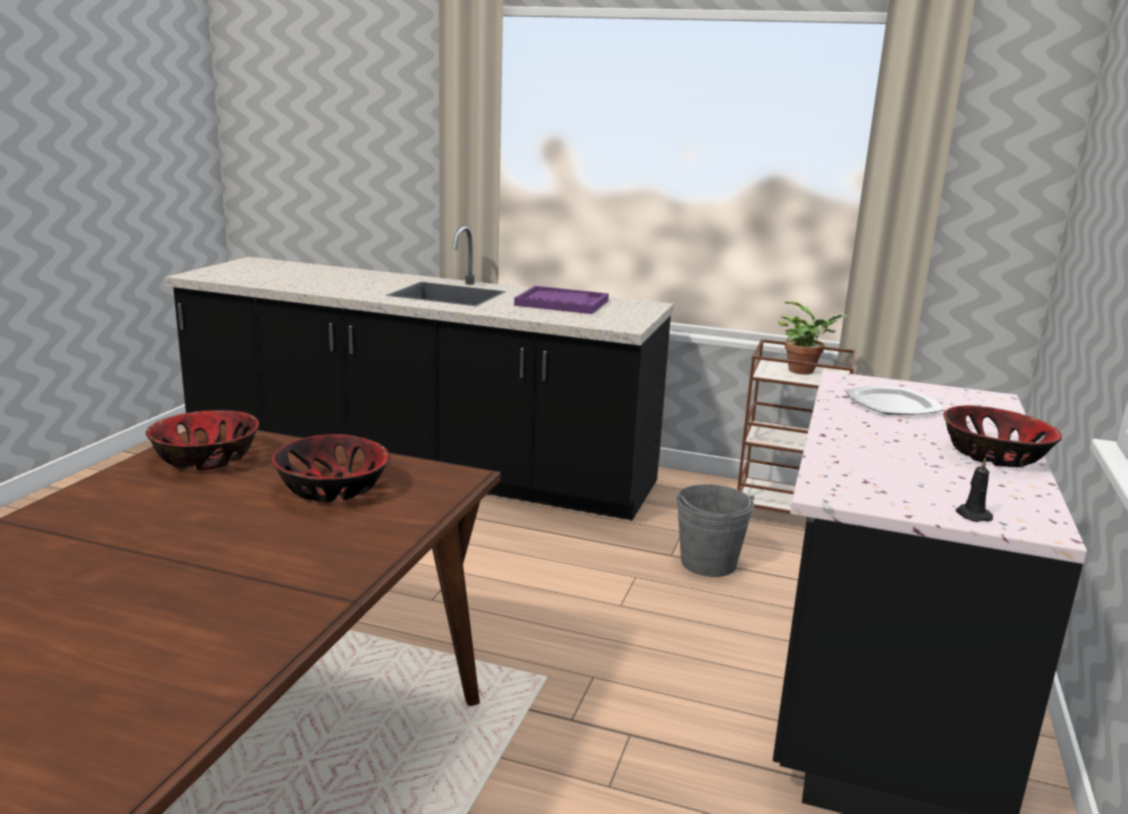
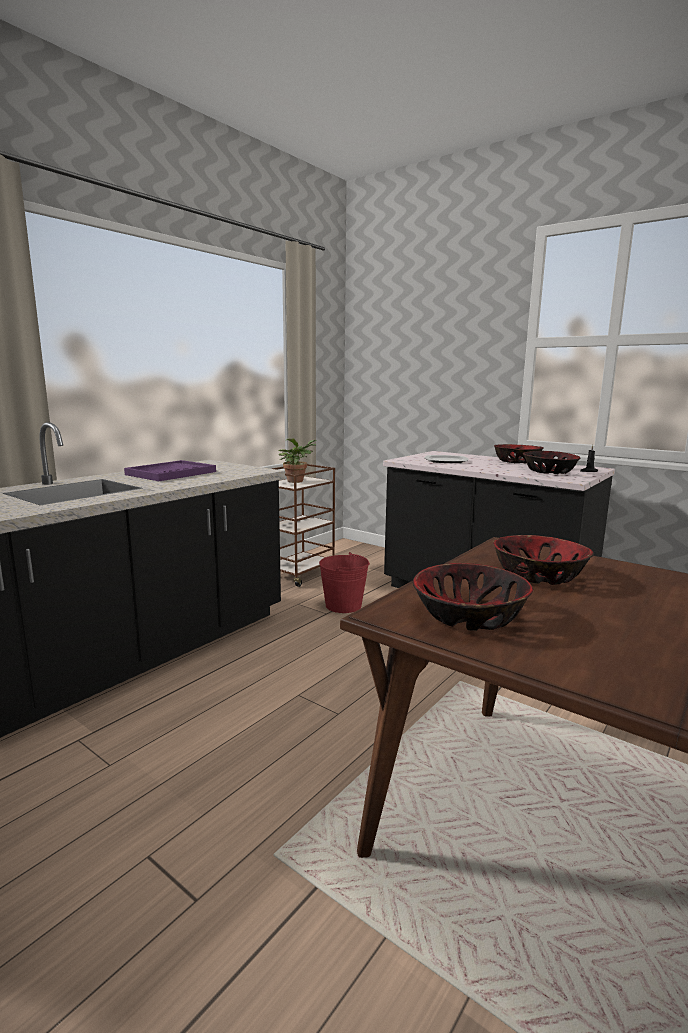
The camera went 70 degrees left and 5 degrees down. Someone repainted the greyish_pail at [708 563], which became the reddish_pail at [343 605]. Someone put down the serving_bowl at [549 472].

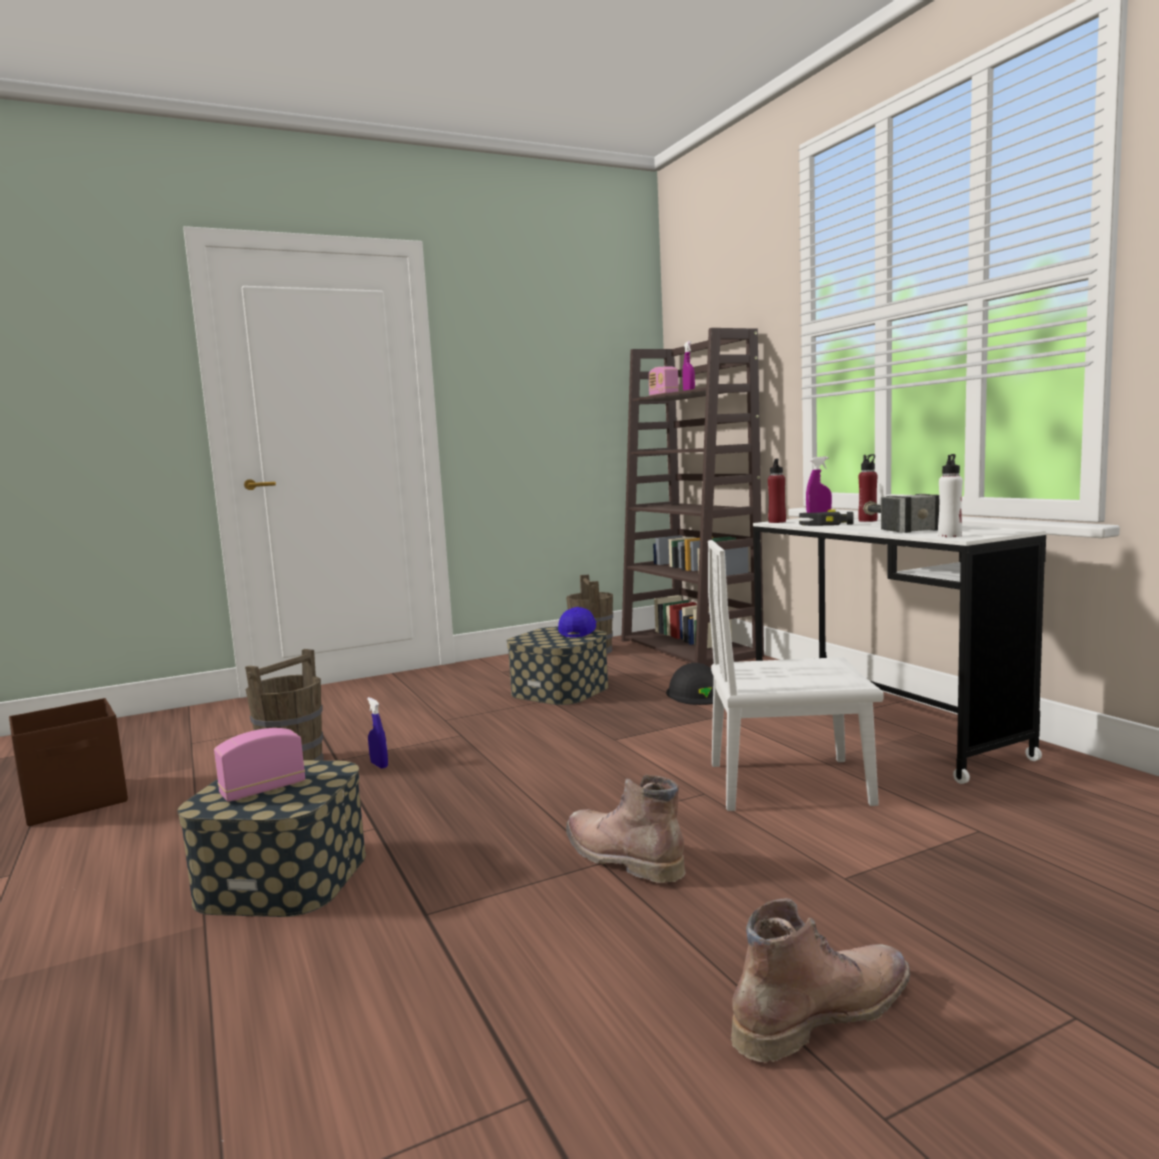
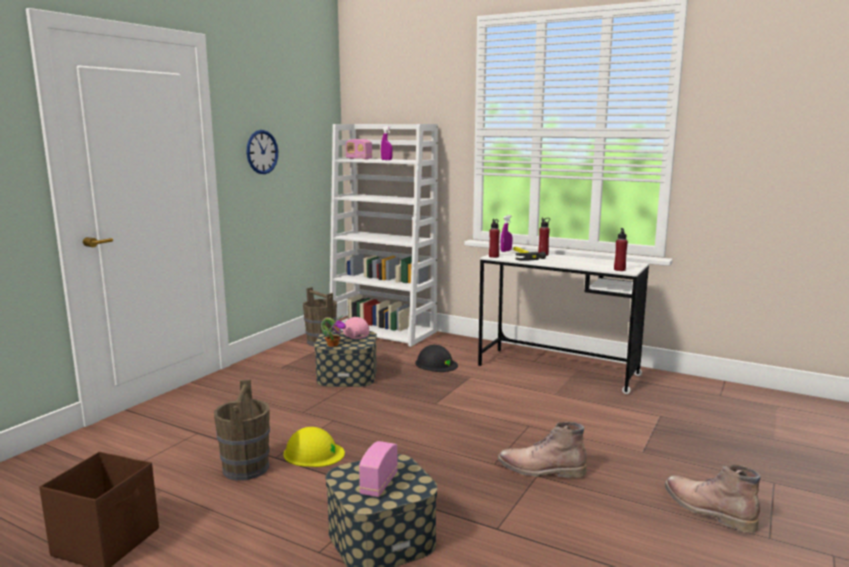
The camera went 35 degrees left and 5 degrees up. Someone put up the wall_clock at [262 152]. Someone swapped the blue-coloured_sprayer at [379 765] for the yellow-coloured_safety_helmet at [313 453]. Someone put down the houseplant at [332 344]. Someone repainted the brown_shelving_unit at [690 648], which became the whitish_shelving_unit at [384 331]. Someone repainted the blue-coloured_peaked_cap at [578 632], which became the pink-coloured_peaked_cap at [354 333]. Someone repainted the whitish_beverage_bottle at [950 536], which became the reddish_beverage_bottle at [619 269]. Someone rotated the brown_tall_boot at [822 1011] by 60 degrees counterclockwise. Someone took away the whitish_chair at [789 783]. Someone took away the tool_hammer at [895 527].

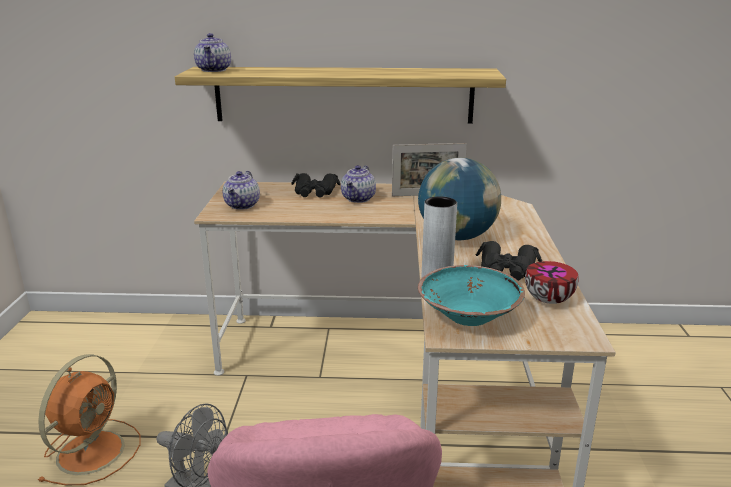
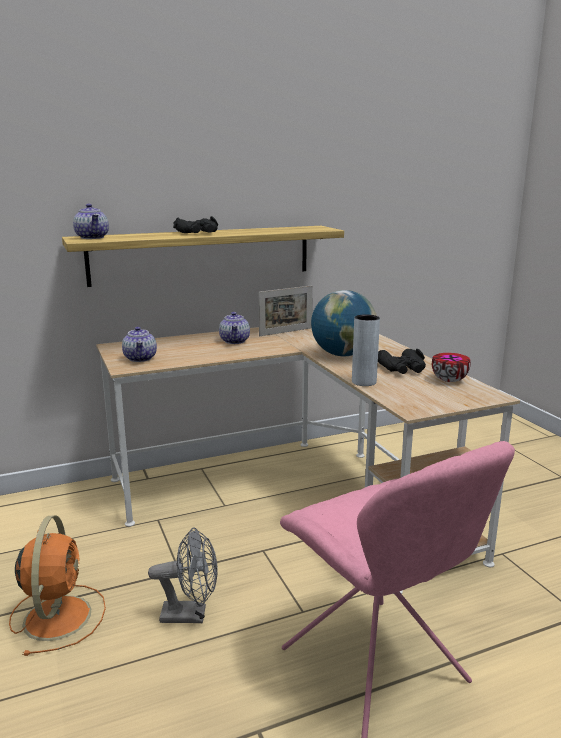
The camera went 25 degrees left and 5 degrees down. Someone carried the black_binoculars from [315 192] to [198 233]. Someone took away the blue-green_serving_bowl at [469 316].

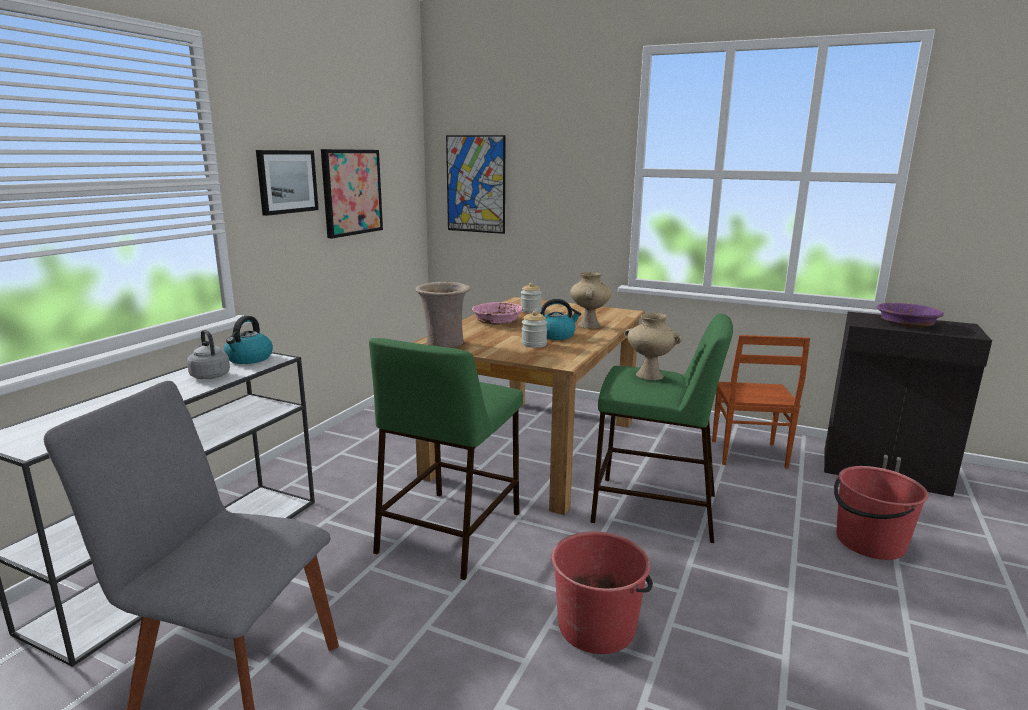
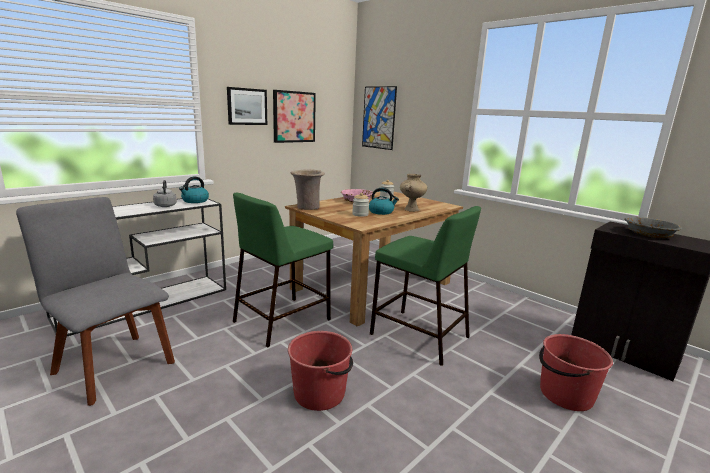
The camera went 20 degrees right and 0 degrees up. Someone repainted the purplish_serving_bowl at [907 324], which became the greyish_serving_bowl at [649 234]. Someone took away the beige_vase at [648 376]. Someone took away the brown_chair at [747 454].

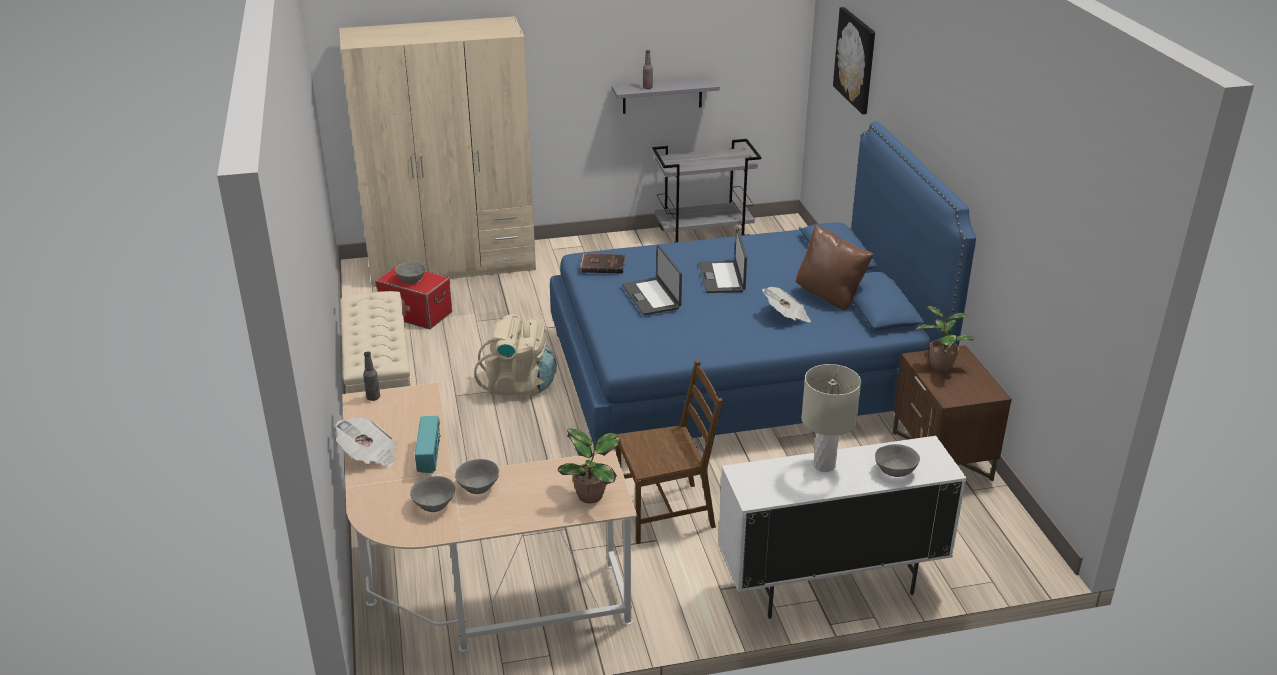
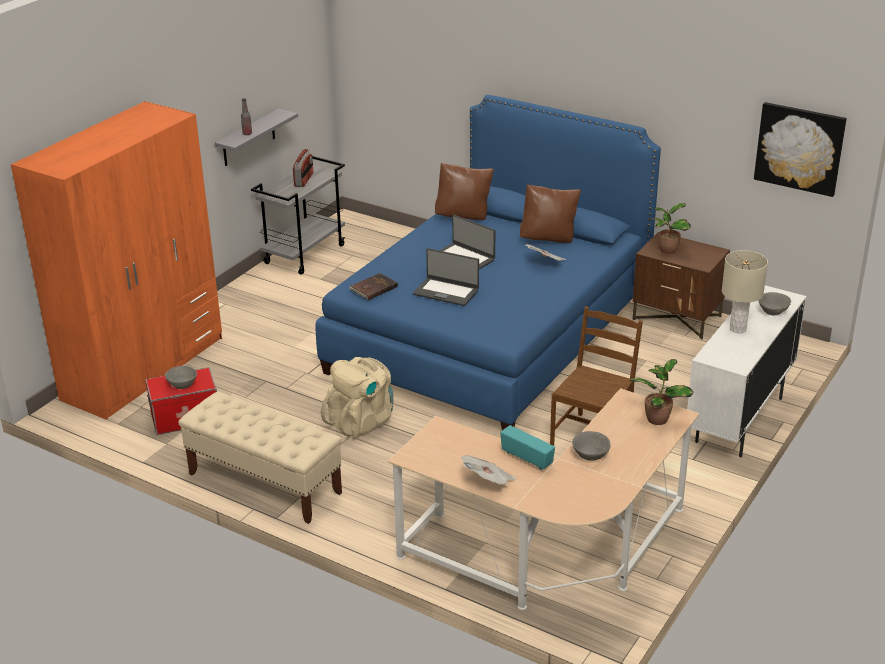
The camera went 45 degrees left and 0 degrees up. Someone repainted the beige_armoire at [452 265], which became the orange_armoire at [144 368]. Someone put down the radio_receiver at [304 180]. Someone put down the brown_cushion at [463 216]. Someone carried the wall_picture from [855 59] to [799 148]. Someone took away the beverage_bottle at [373 397]. Someone took away the greyish_serving_bowl at [433 505].

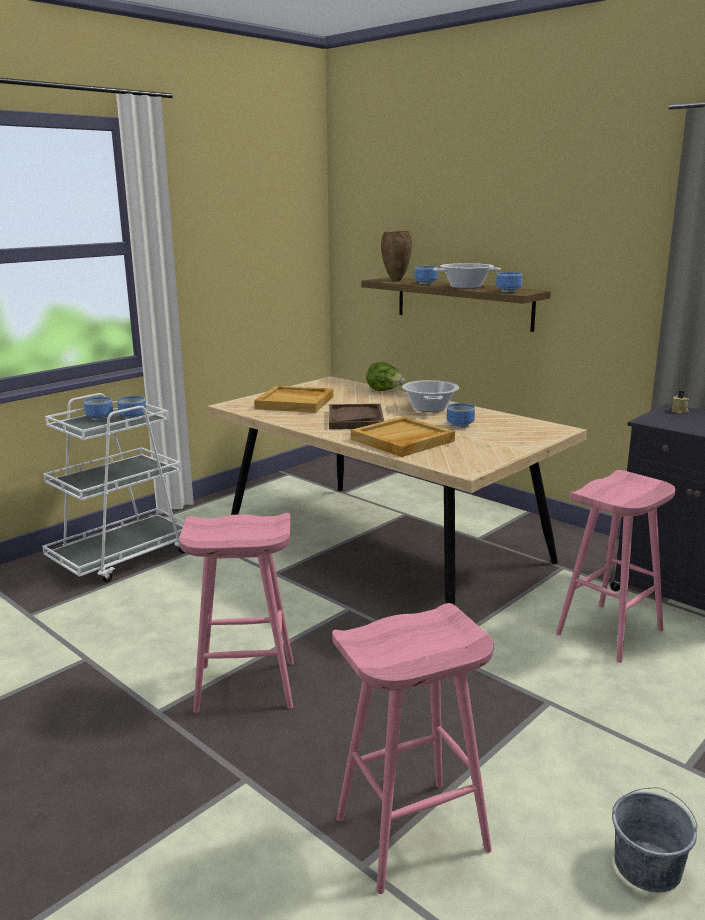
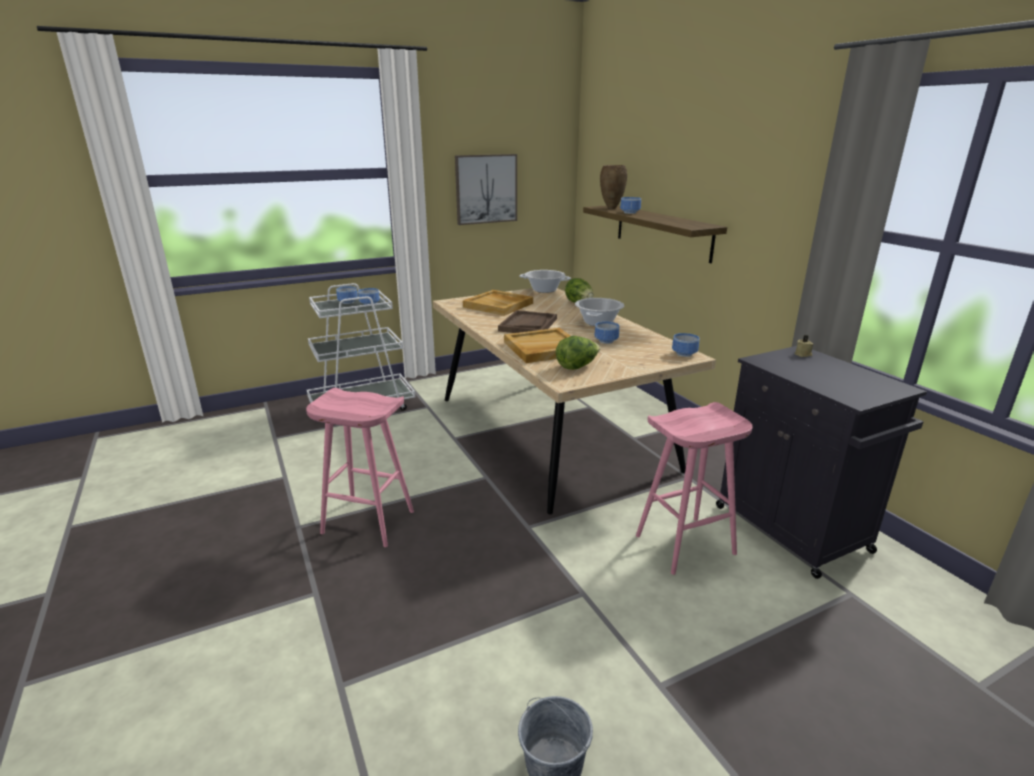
The camera went 20 degrees right and 5 degrees up. Someone put up the wall_picture at [486 189]. Someone carried the cooking_pot from [466 287] to [544 290]. Someone put down the lettuce_head at [577 366]. Someone carried the serving_bowl from [509 291] to [685 354]. Someone took away the pink-coloured_sitting_stool at [411 835].

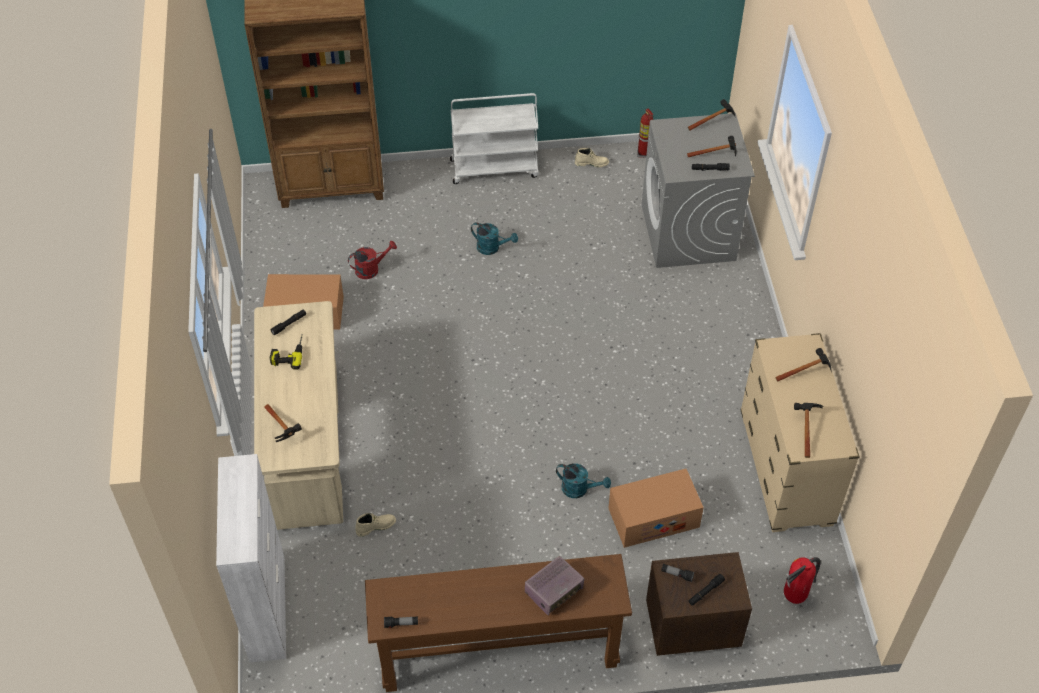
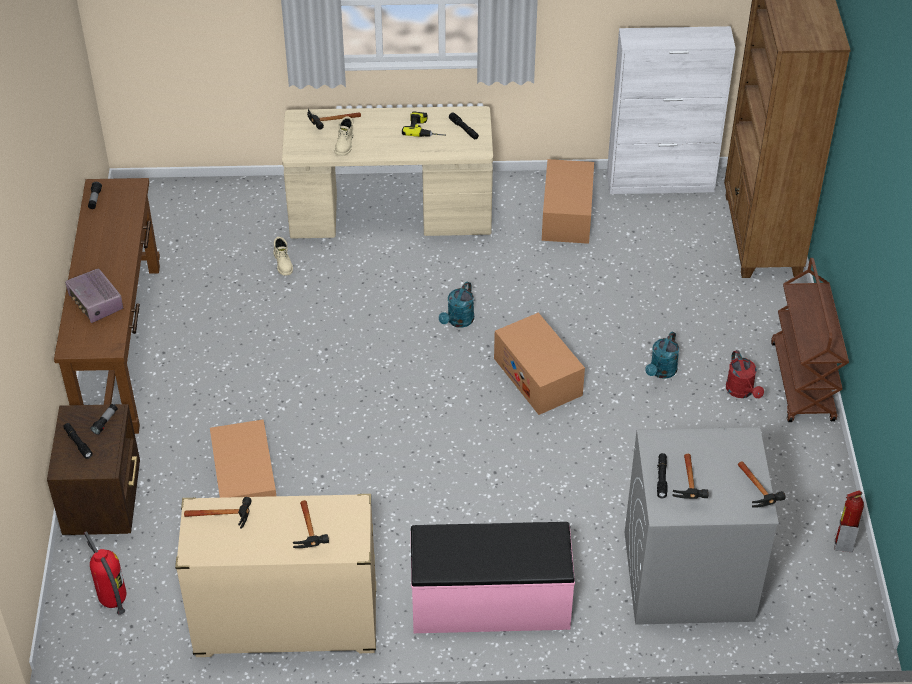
The camera went 95 degrees right and 5 degrees down. Someone carried the beige_tall_boot from [591 163] to [345 144]. Someone put down the pink-coloured_indoor_bench at [490 603]. Someone carried the blue-green_sprinkling_can from [579 489] to [458 321]. Someone put down the carton at [538 376]. Someone carried the whitish_cupboard from [267 608] to [661 182]. Someone carried the reddish_sprinkling_can from [371 269] to [742 392]. Someone repainted the whitish_cart at [495 168], which became the brown_cart at [803 382].

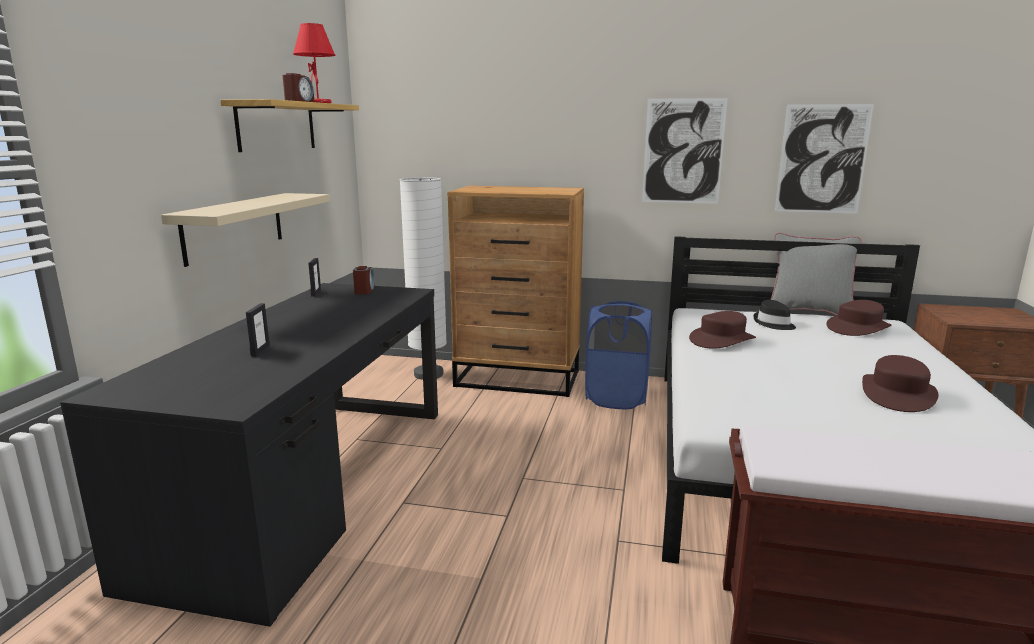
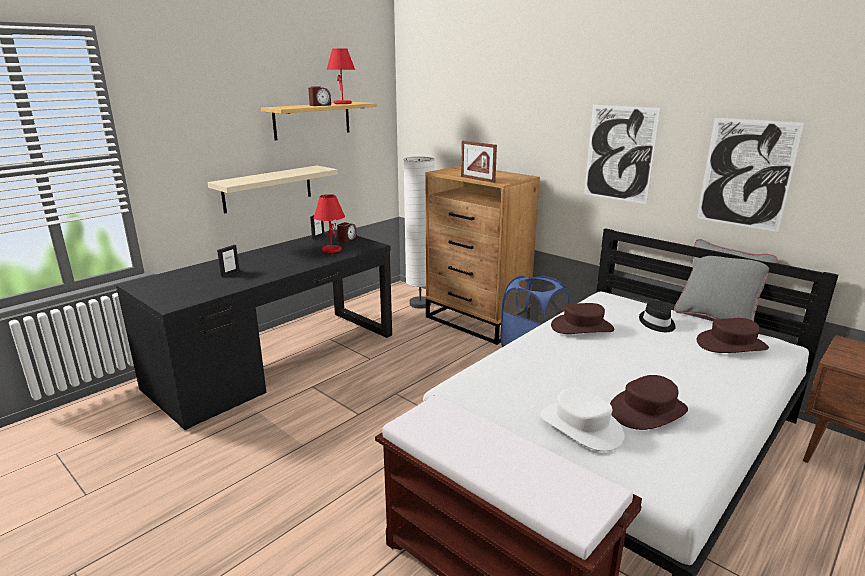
The camera went 30 degrees right and 5 degrees up. Someone put down the reddish_table_lamp at [331 250]. Someone put down the standing_frame at [477 179]. Someone put down the whitish_clothing_hat at [581 426].

